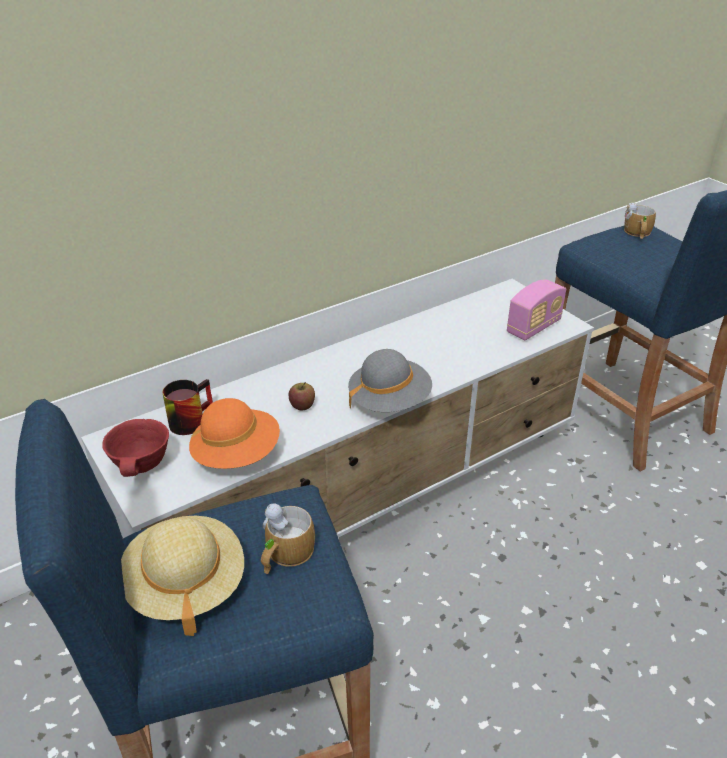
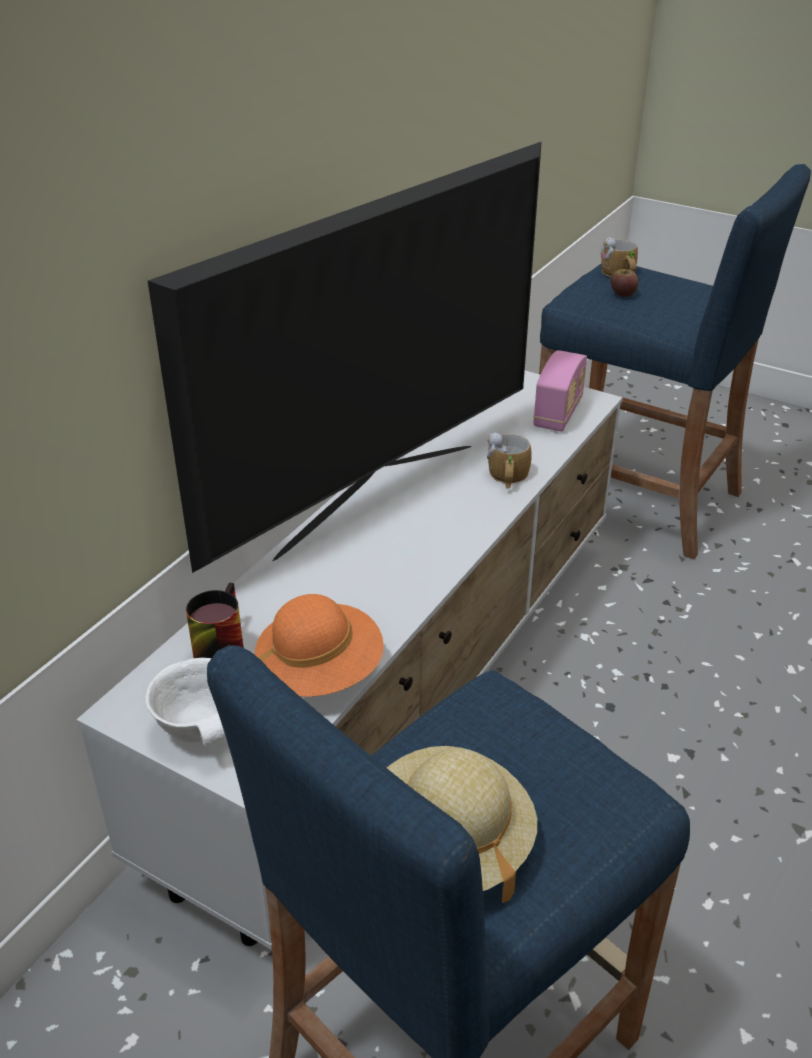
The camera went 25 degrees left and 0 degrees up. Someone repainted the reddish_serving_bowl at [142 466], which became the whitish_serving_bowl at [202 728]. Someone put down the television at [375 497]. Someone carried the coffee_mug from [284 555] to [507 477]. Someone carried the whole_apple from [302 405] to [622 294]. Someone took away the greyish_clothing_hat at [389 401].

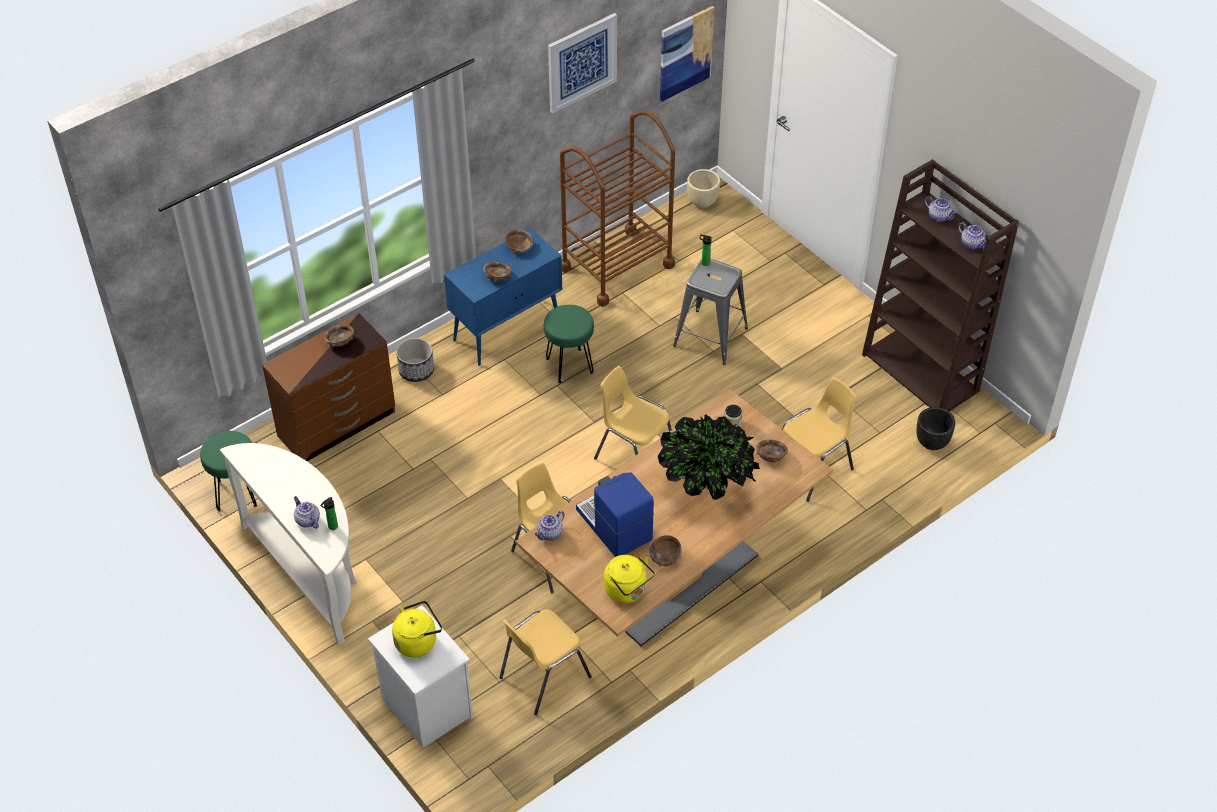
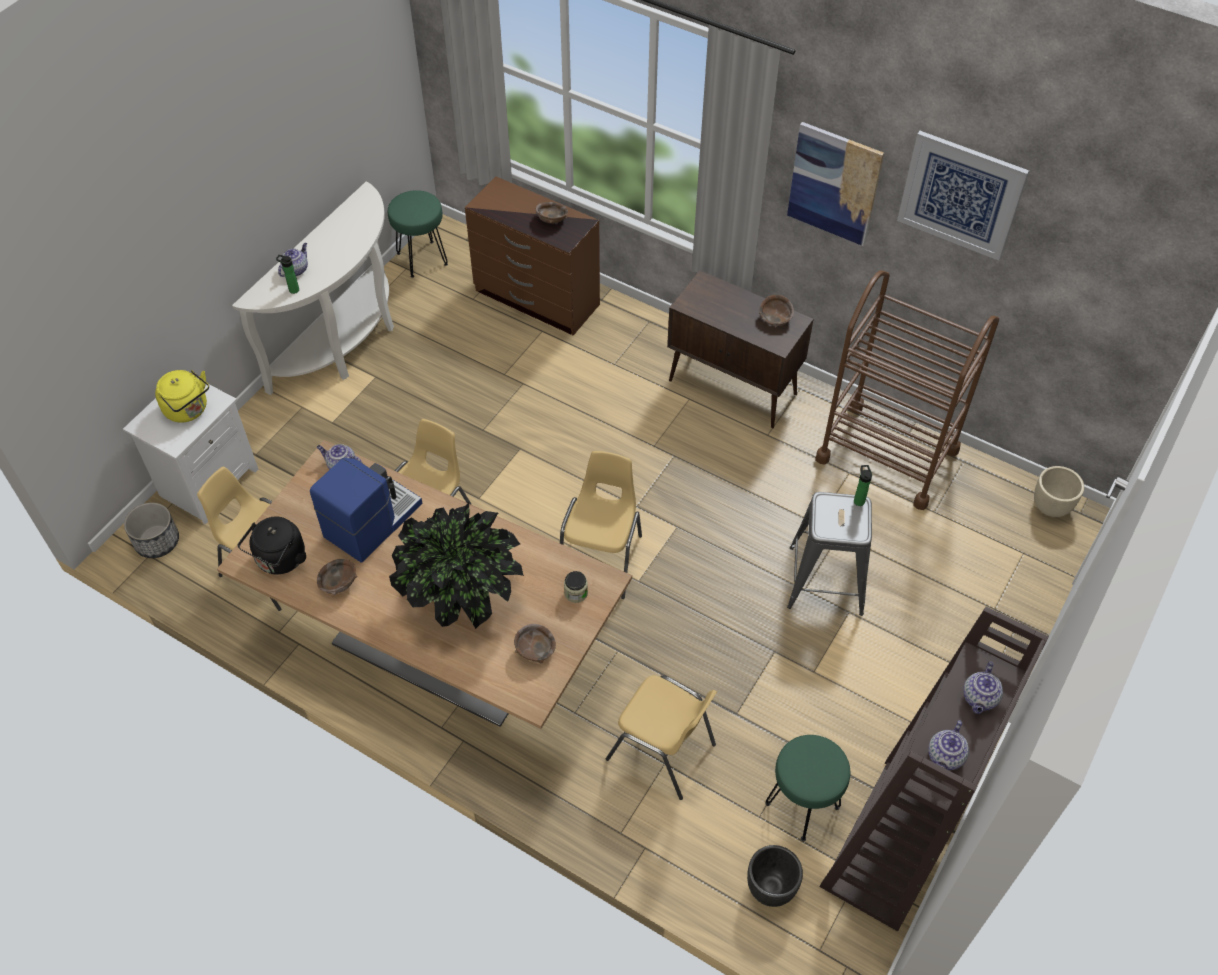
The camera went 70 degrees right and 5 degrees up. Someone carried the flower_pot from [416 371] to [157 542]. Someone repainted the yellow-coloured_kettle at [627 591], which became the black_kettle at [279 560]. Someone repainted the blue-coloured_cupboard at [507 329], which became the brown_cupboard at [733 388]. Someone carried the green-coloured_sitting_stool from [570 365] to [802 806]. Someone carried the wall_picture from [685 53] to [834 184]. Someone took away the brown_serving_bowl at [497 277].

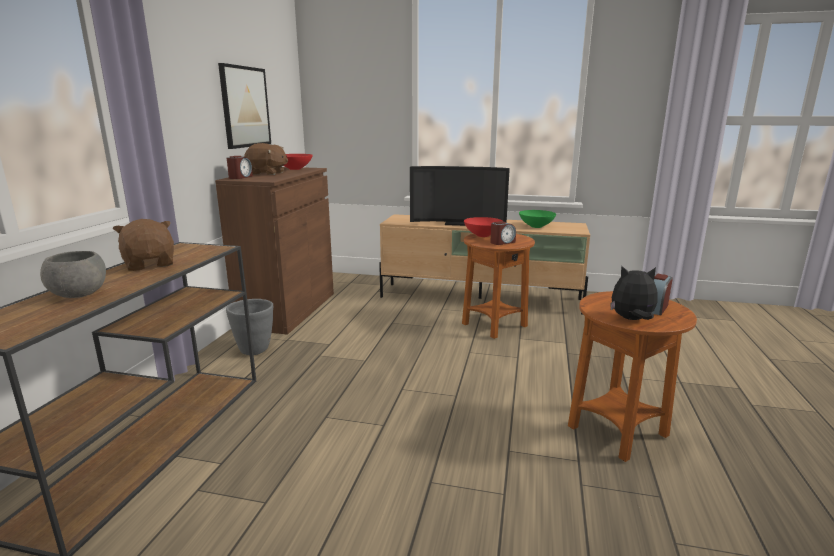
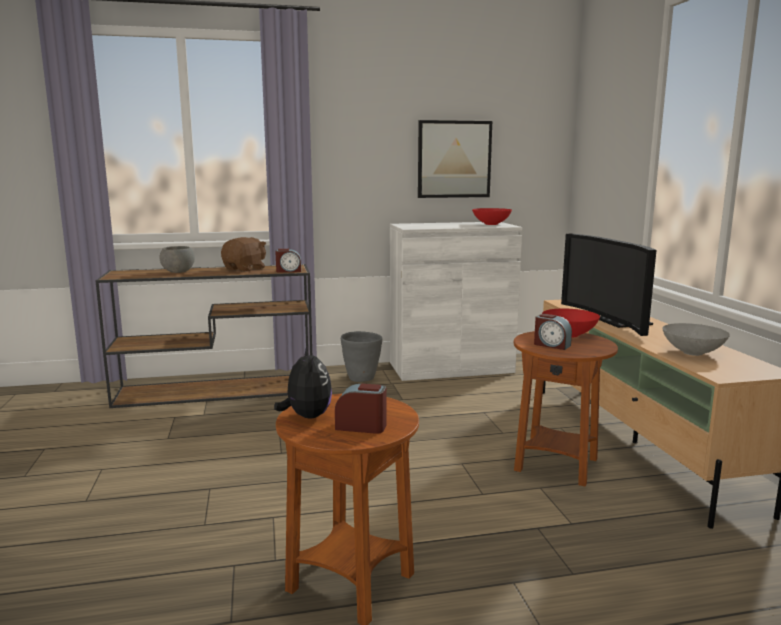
The camera went 65 degrees right and 5 degrees down. Someone carried the table_clock from [240 177] to [288 271]. Someone repainted the brown_cupboard at [288 310], which became the whitish_cupboard at [451 367]. Someone repainted the green-coloured_serving_bowl at [536 226], which became the greyish_serving_bowl at [691 353]. Someone took away the brown_plush_toy at [267 173].

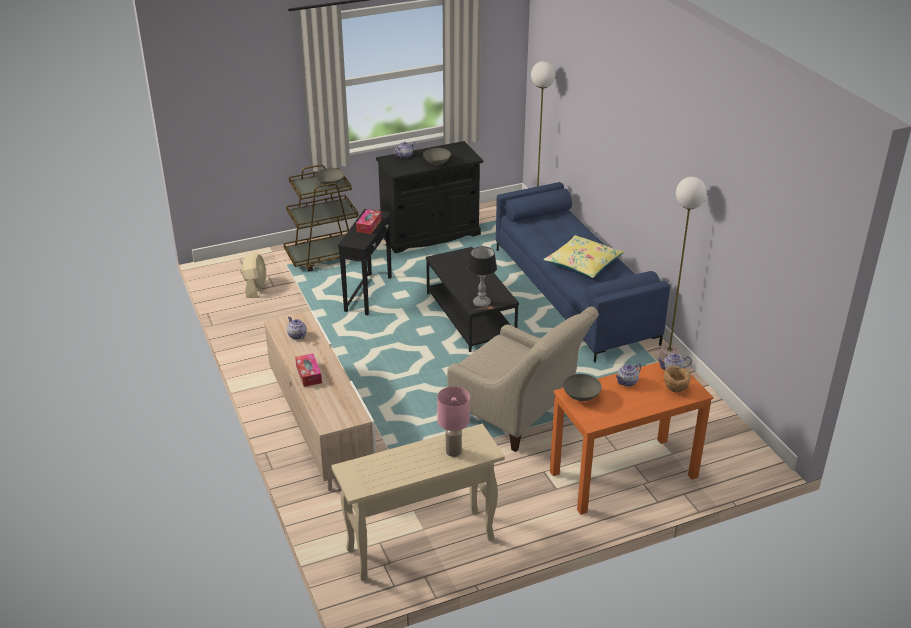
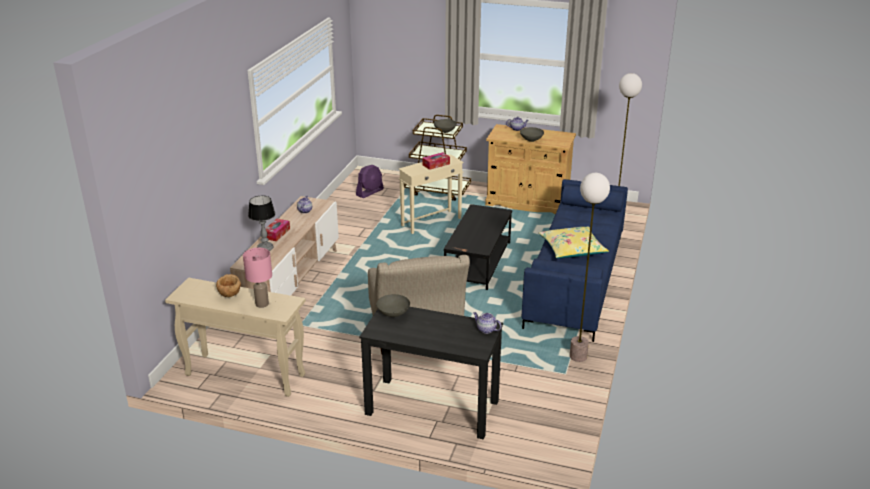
The camera went 40 degrees right and 5 degrees down. Someone carried the brown_serving_bowl from [675 389] to [230 295]. Someone carried the table_lamp from [481 303] to [265 248]. Someone repainted the beige_electric_fan at [255 288], which became the purplish_electric_fan at [370 192]. Someone repainted the orange_desk_table at [623 475], which became the black_desk_table at [431 407]. Someone repainted the black_side_table at [369 294], which became the beige_side_table at [431 222]. Someone repainted the black_cupboard at [430 234], which became the beige_cupboard at [527 203]. Someone took away the tea_pot at [627 382].

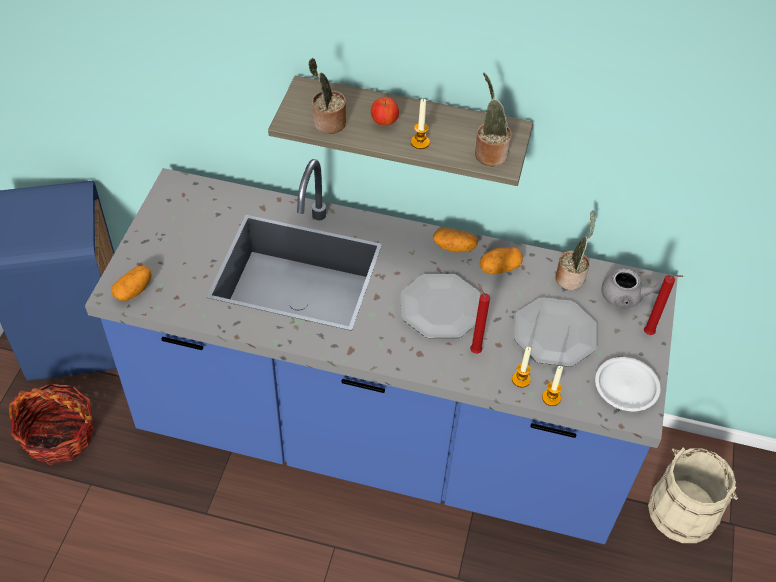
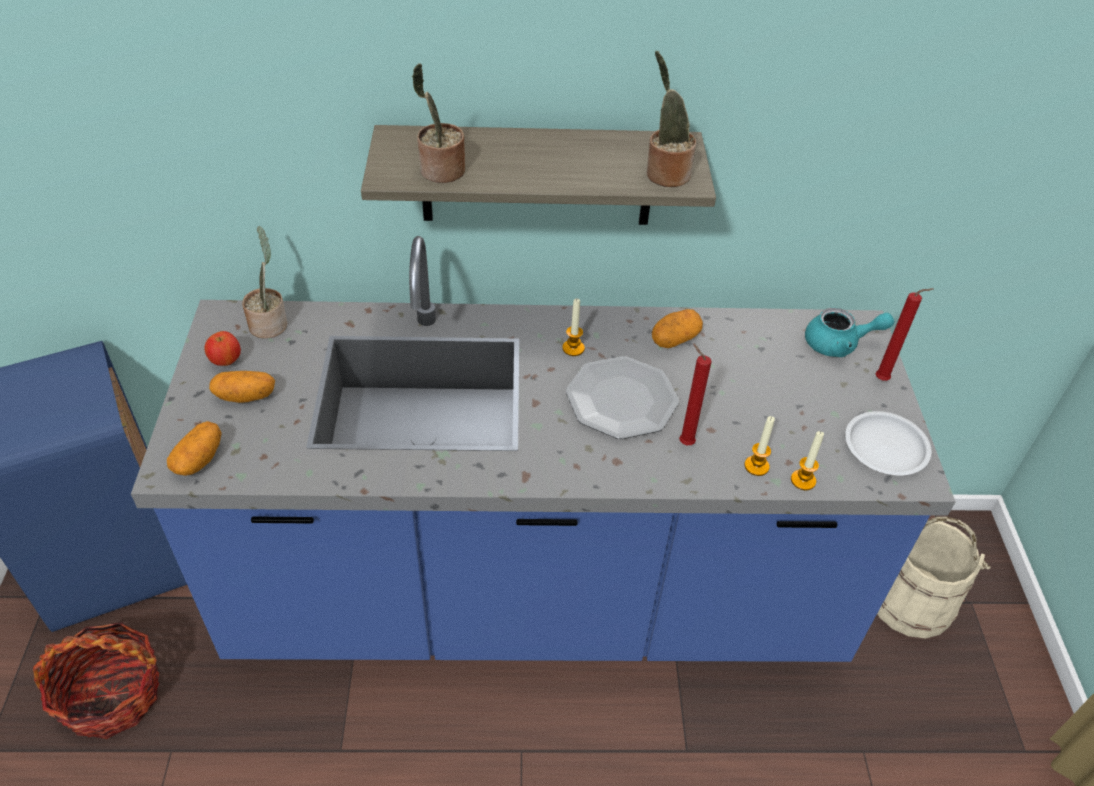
The camera went 15 degrees left and 5 degrees down. Someone carried the whole_apple from [384 122] to [226 361]. Someone carried the potato from [454 247] to [245 396]. Someone carried the houseplant from [571 277] to [269 324]. Someone carried the wax_candle from [420 142] to [573 348]. Someone repainted the greyish_tea_pot at [628 297], which became the blue-green_tea_pot at [839 344]. Someone took away the flat_dish at [554 333].

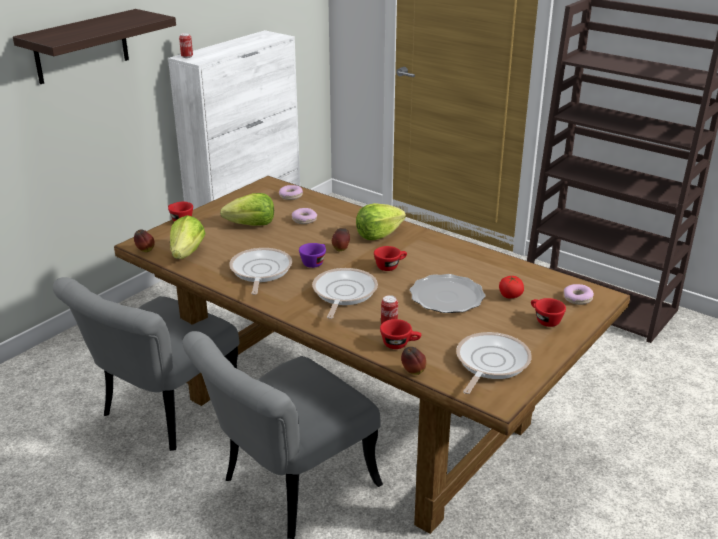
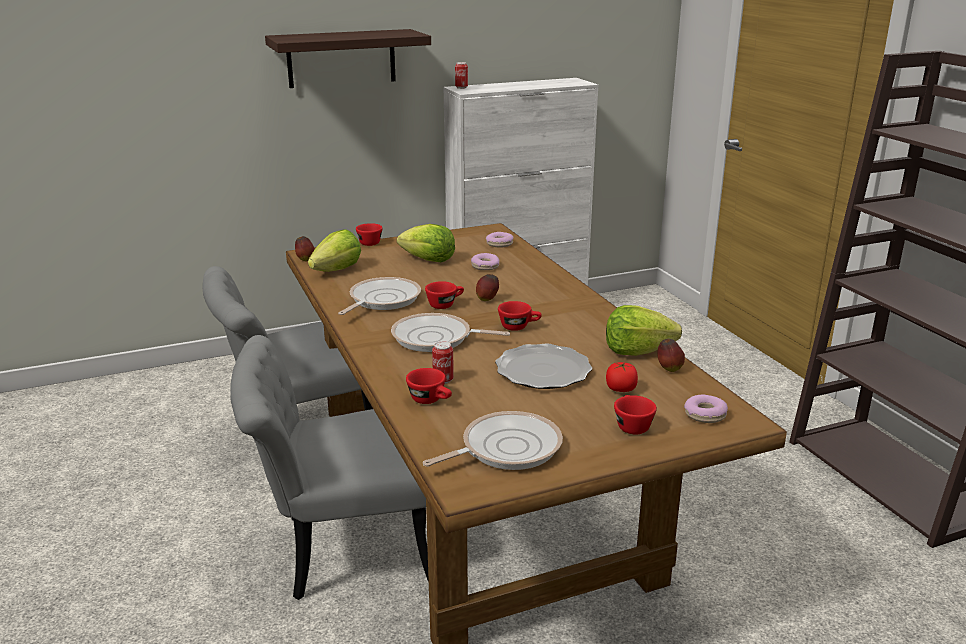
The camera went 30 degrees right and 5 degrees down. Someone rotated the skillet at [343 293] by 120 degrees counterclockwise. Someone repainted the purplish_cup at [314 262], which became the reddish_cup at [445 304]. Someone carried the lettuce_head from [378 235] to [637 351]. Someone carried the whole_apple from [413 372] to [668 369].

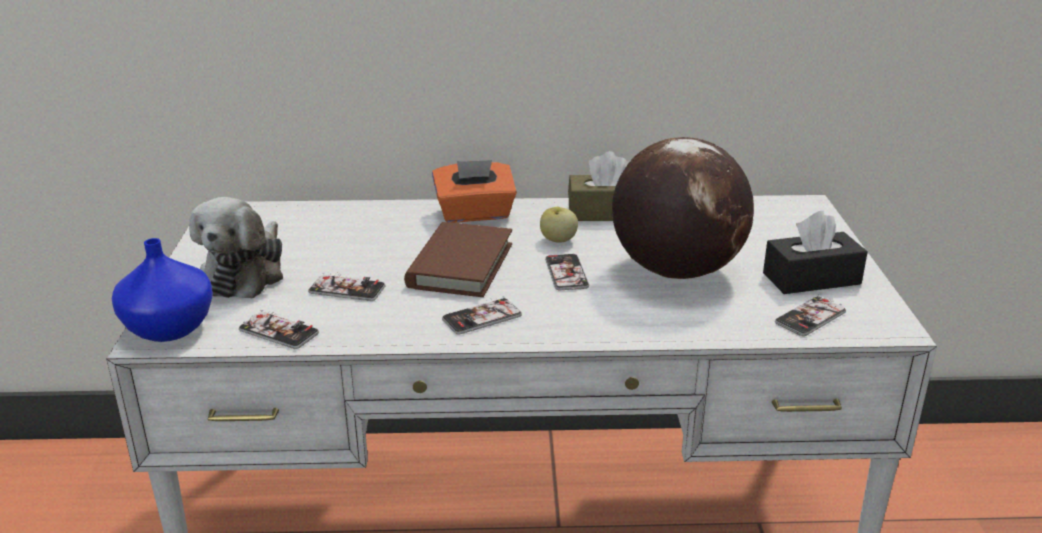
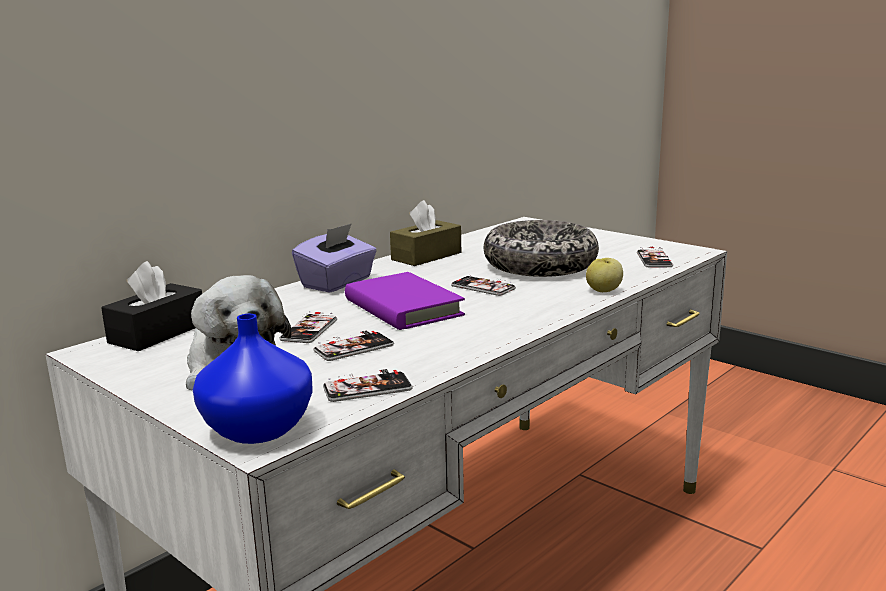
The camera went 45 degrees left and 10 degrees down. Someone carried the black_tissue_box from [811 278] to [157 333]. Someone carried the handset from [482 318] to [309 330]. Someone repainted the orange_tissue_box at [475 214], which became the purplish_tissue_box at [337 283]. Someone repainted the brown_book at [460 265], which became the purplish_book at [403 307]. Someone swapped the globe at [675 270] for the serving_bowl at [540 266]. Someone carried the whole_apple from [558 240] to [603 291].

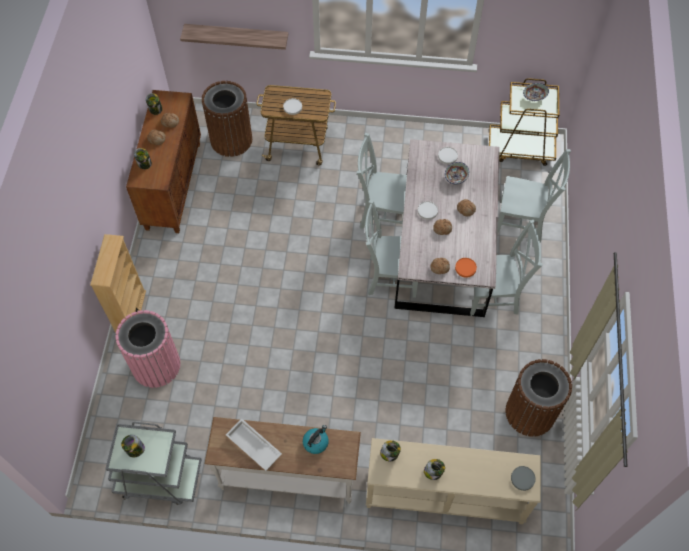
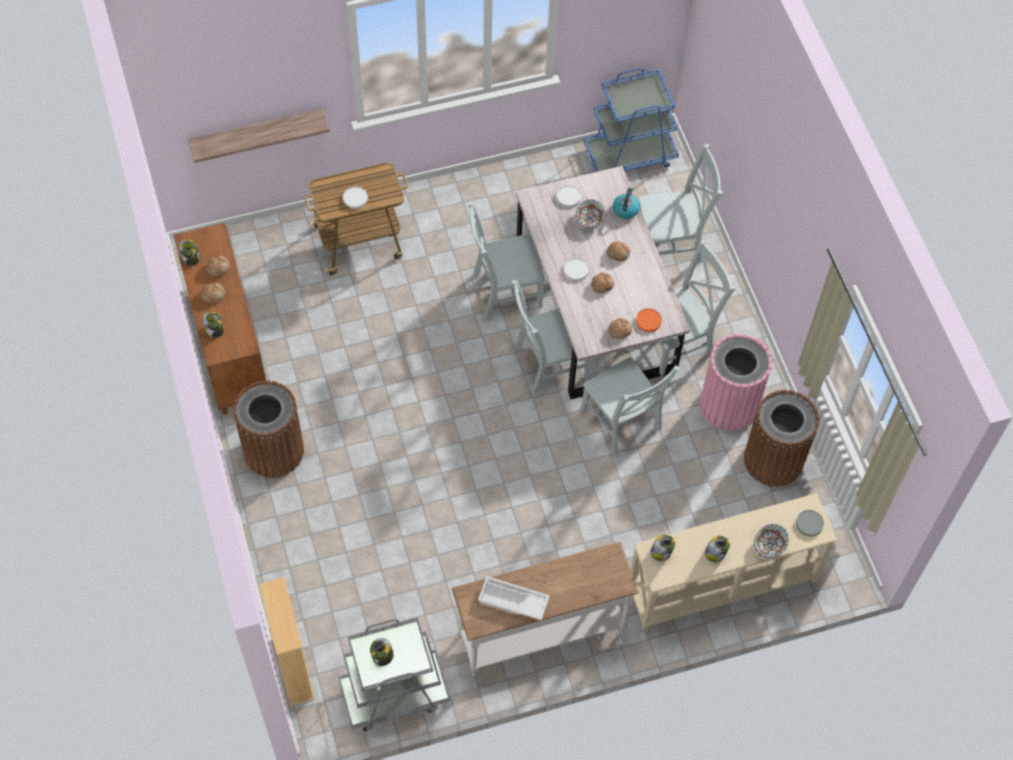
The camera went 25 degrees left and 0 degrees up. Someone carried the brown_rubbish_bin from [231 139] to [273 451]. Someone carried the beige_shelving_unit from [131 313] to [293 669]. Someone put down the greyish_chair at [622 423]. Someone repainted the brown_cart at [521 148], which became the blue-coloured_cart at [630 155]. Someone carried the kettle from [316 442] to [625 209]. Someone carried the pink-coloured_rubbish_bin from [156 365] to [728 404]. Someone carried the serving_bowl from [534 97] to [770 545].

